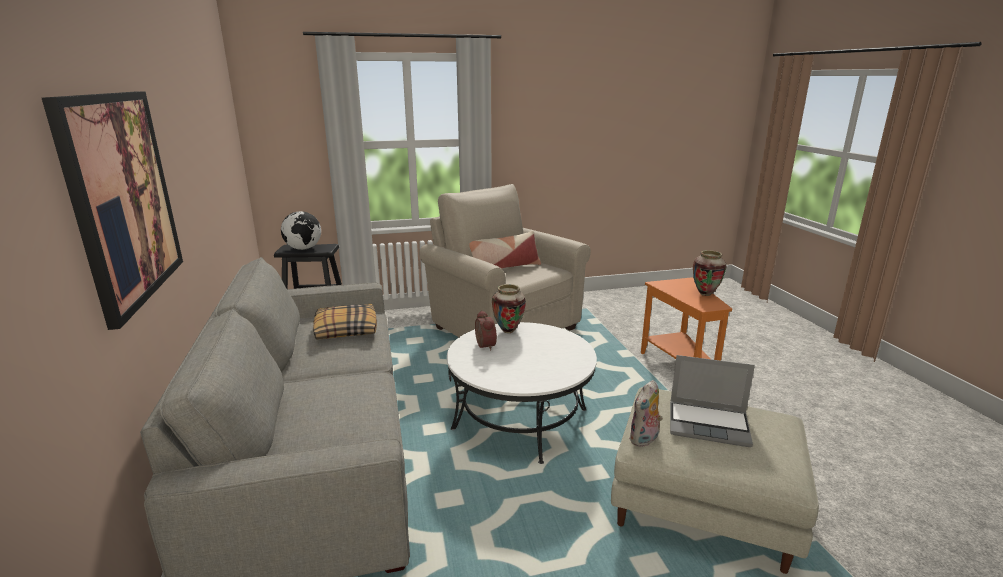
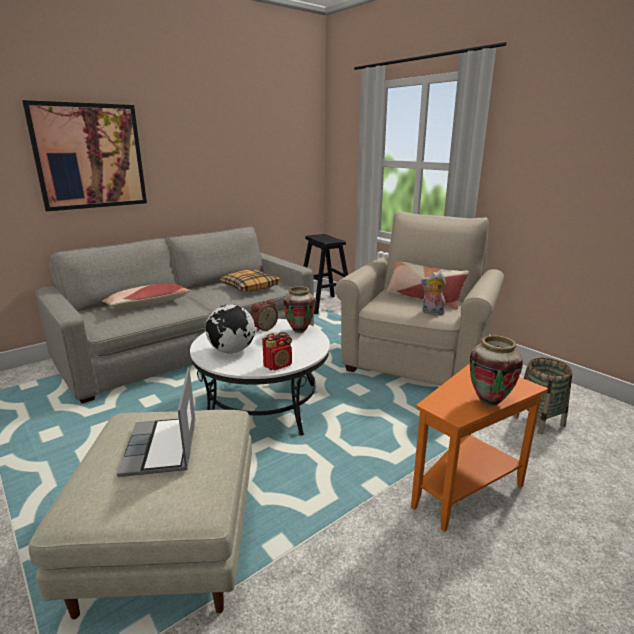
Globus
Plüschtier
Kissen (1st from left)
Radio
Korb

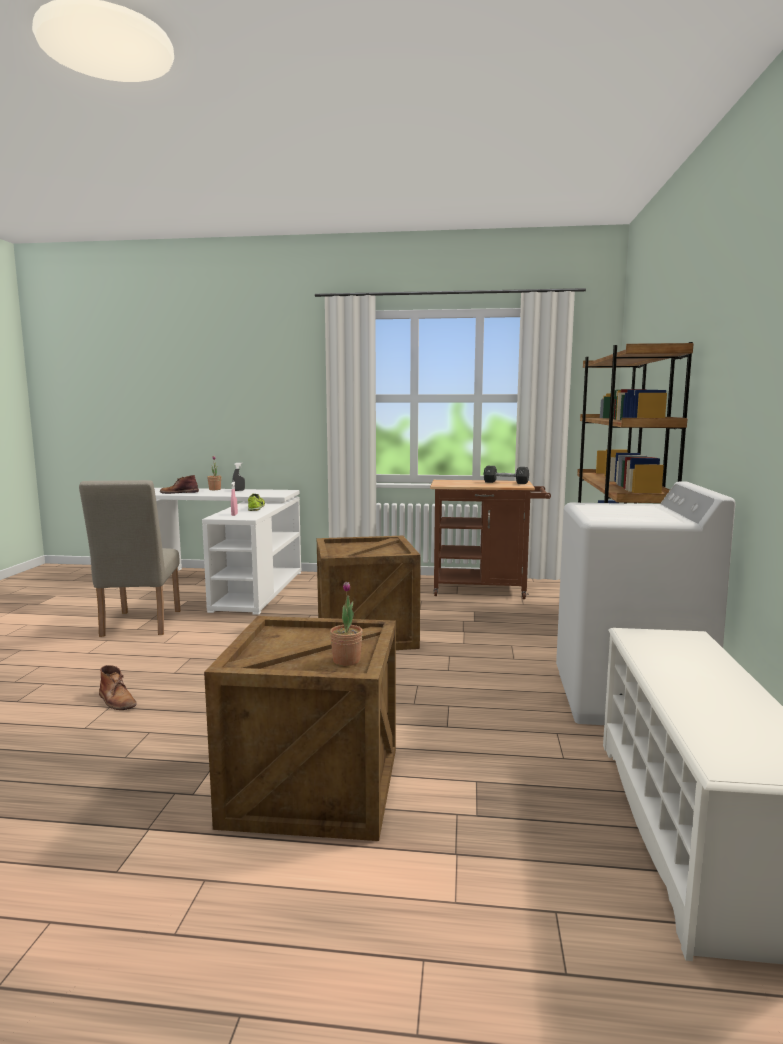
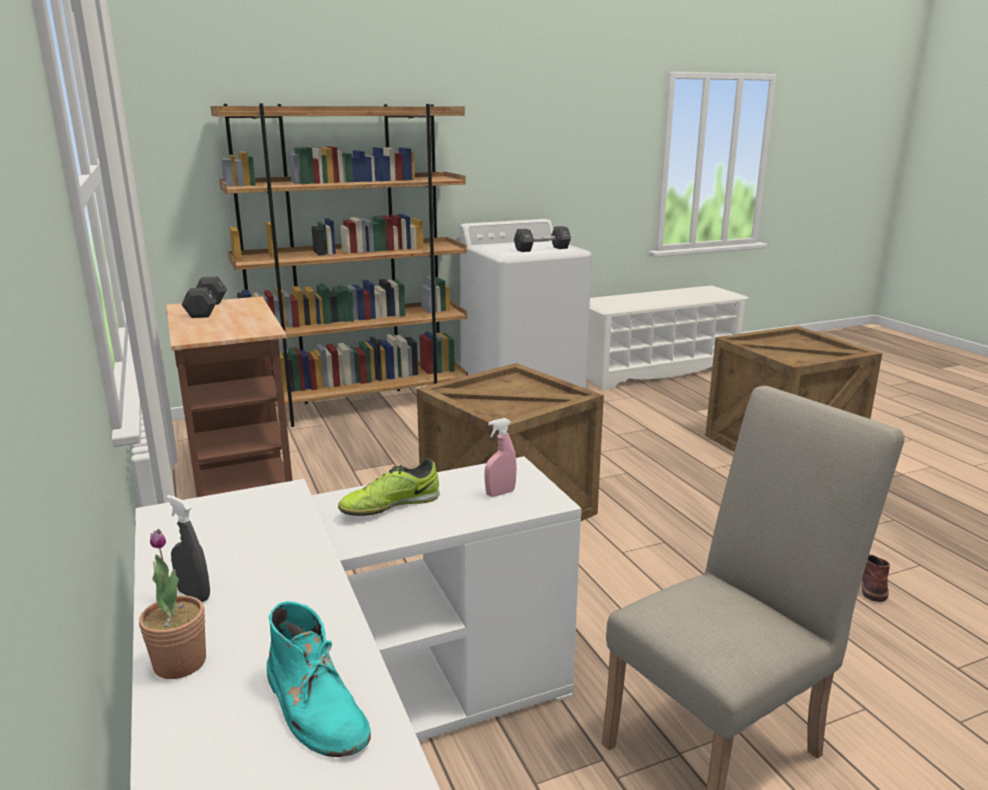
Stiefel/türkis
Topfpflanze (2nd from left in the first image)
Hantel/schwarz (2nd from left)

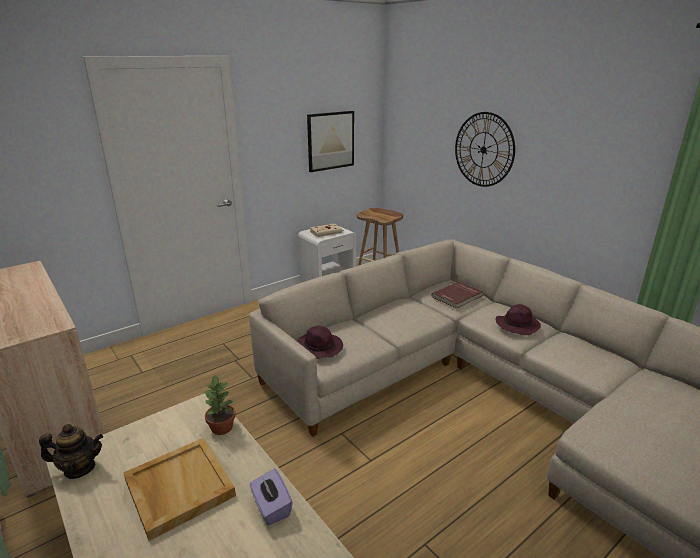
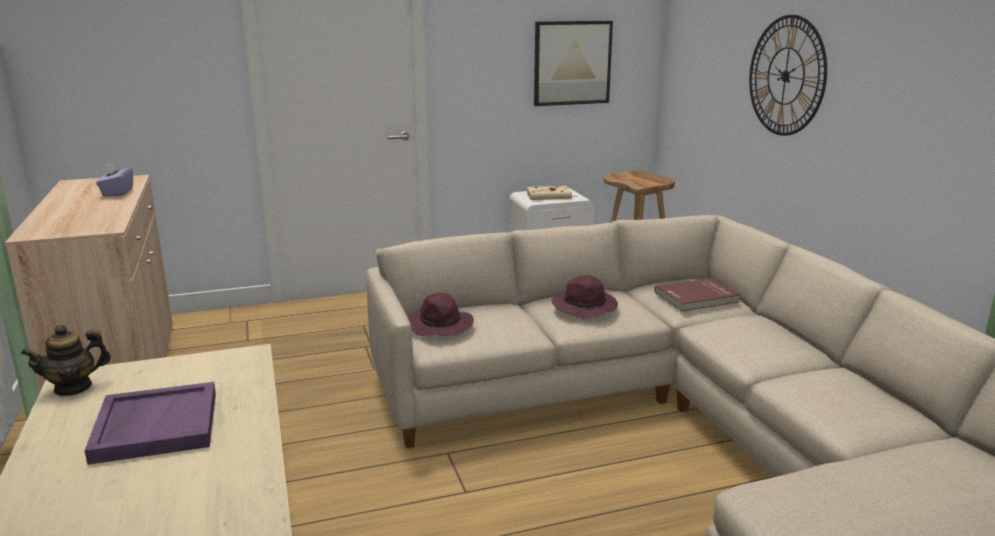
Teekanne
Tablett/lila
Topfpflanze
Taschentuchbox/lila
Hut/lila (2nd from left)

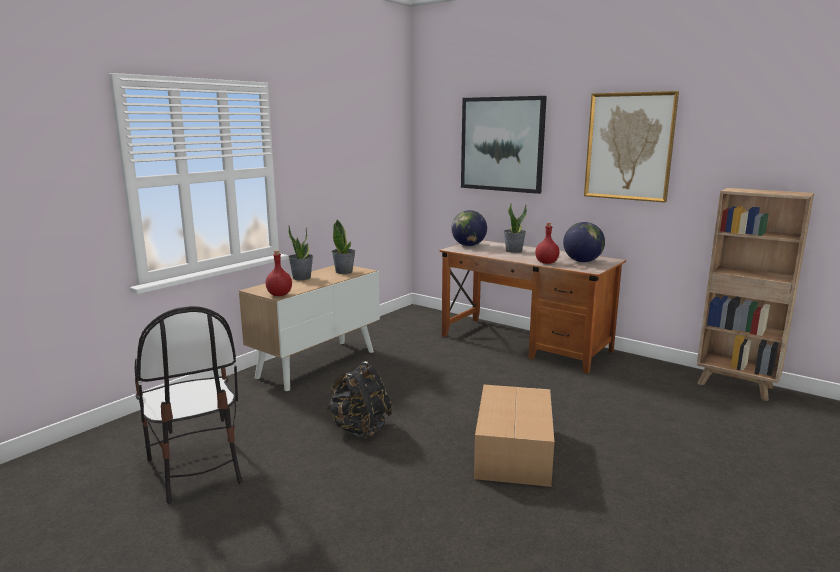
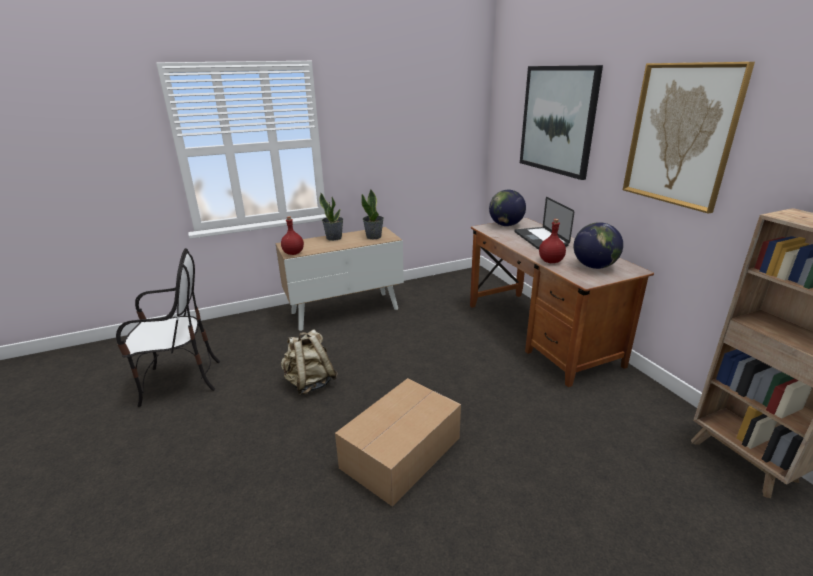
Stuhl
Rucksack/beige
Laptop

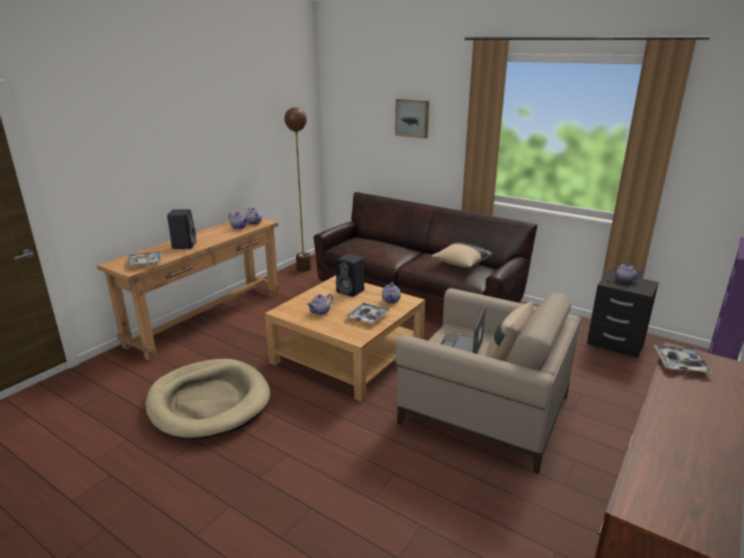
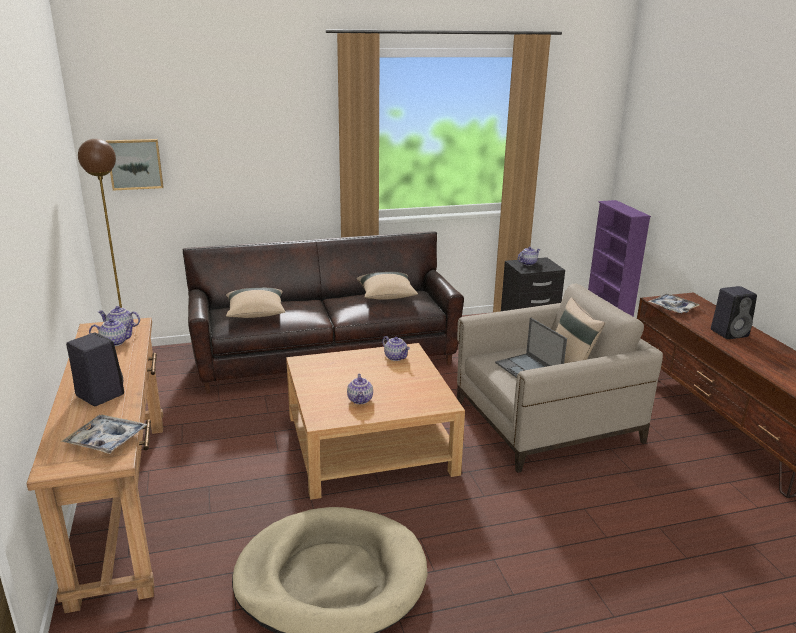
Lautsprecher/schwarz (2nd from left)
Tablett (2nd from left in the first image)
Bild
Kissen/beige (1st from left)

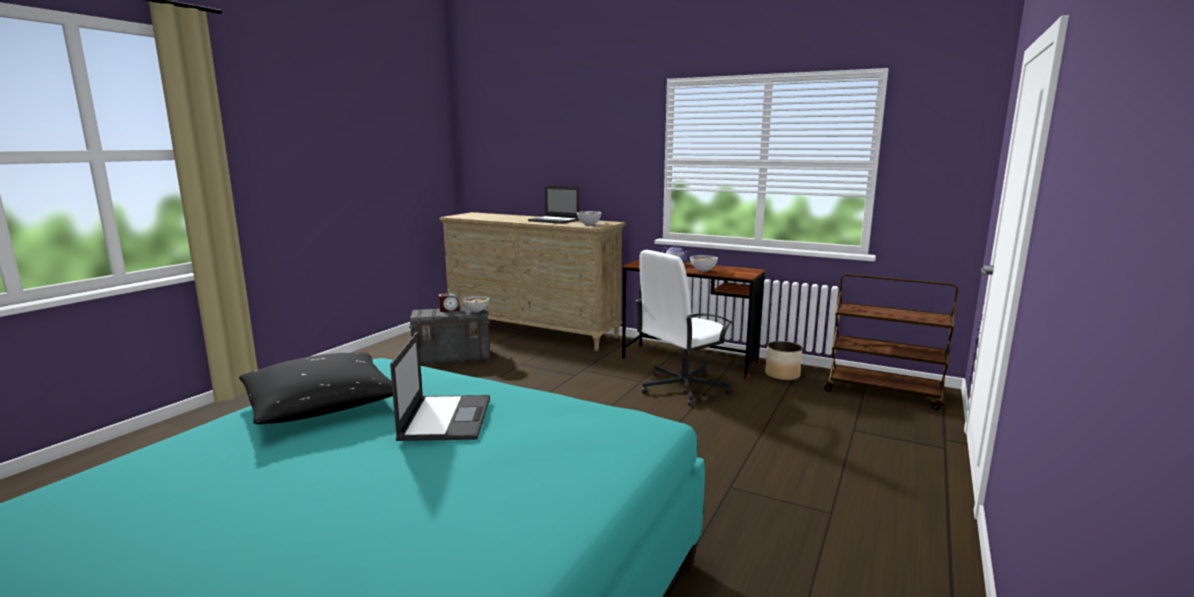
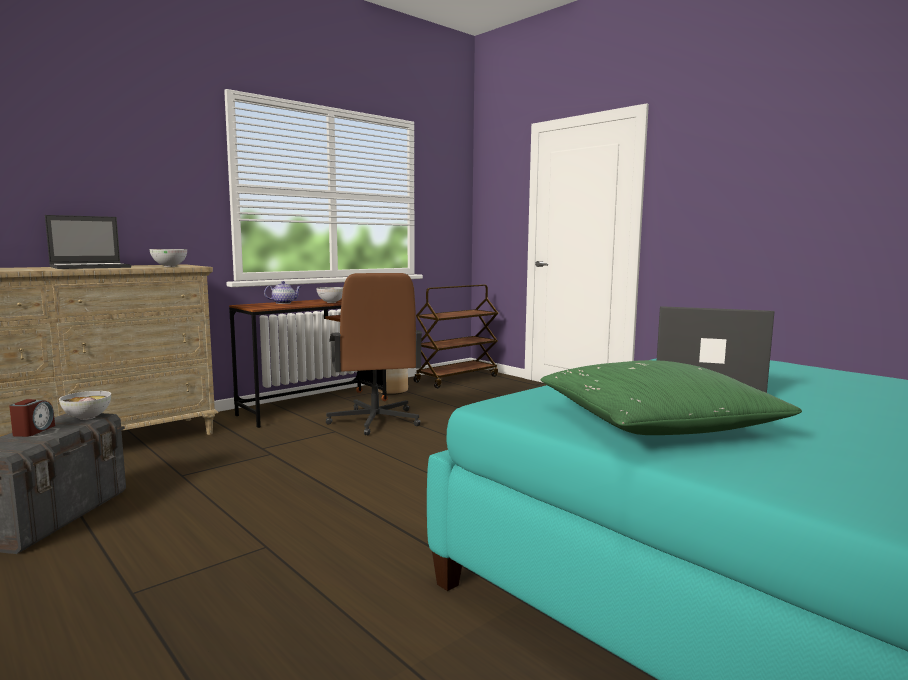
Kissen/grün
Bürostuhl/braun

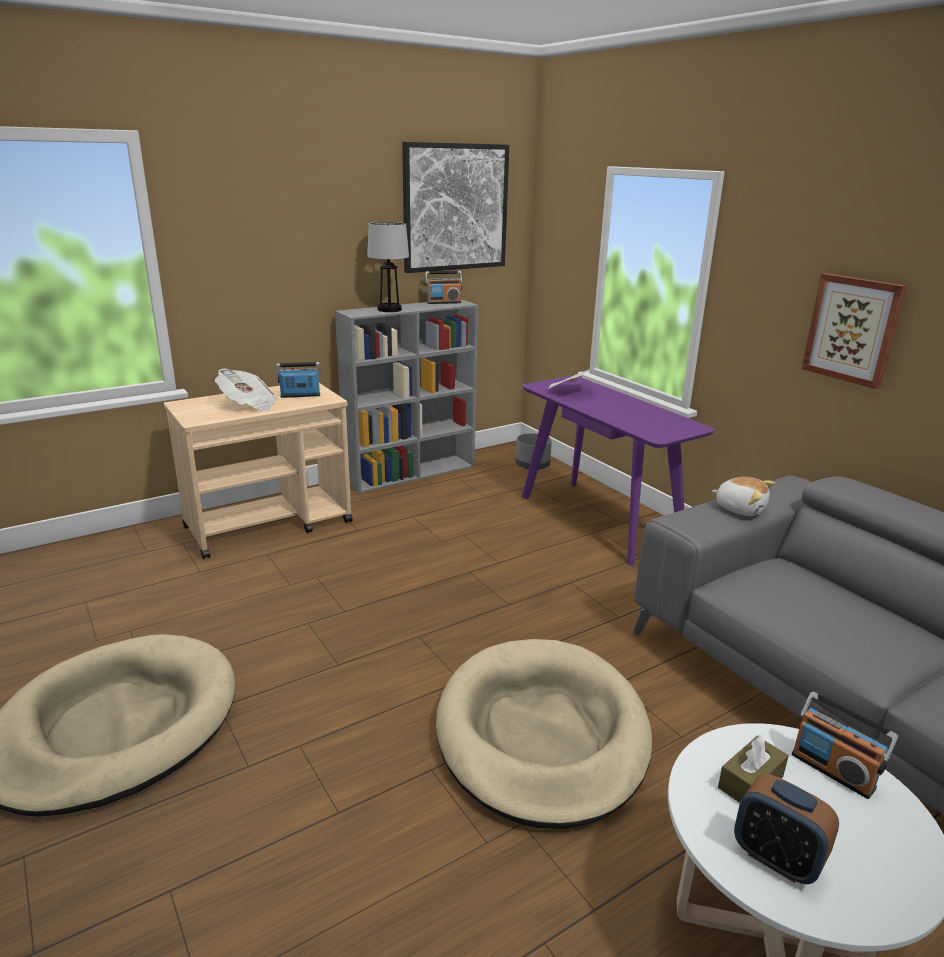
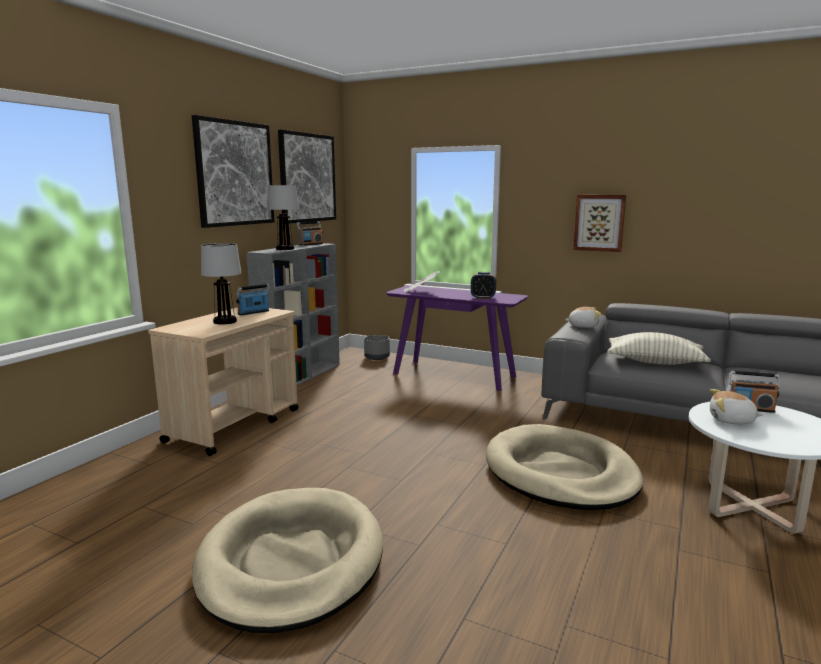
Tischlampe (1st from left)
Plüschtier (2nd from left)
Wecker
Bild (1st from left)
Kissen

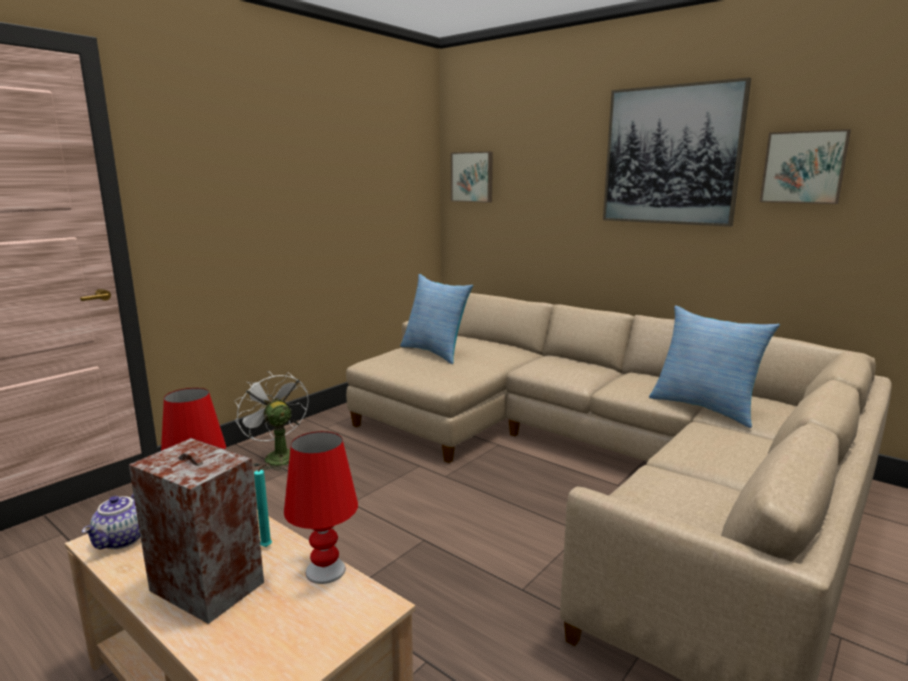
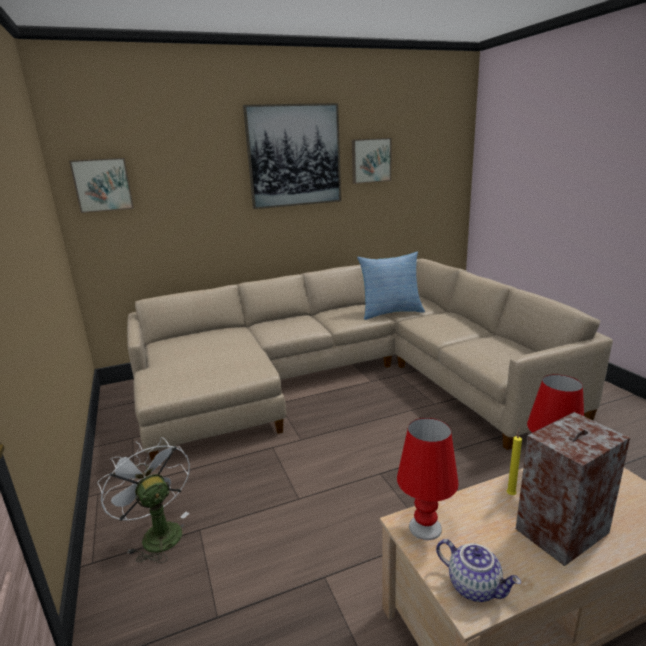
Ventilator/weiß
Kerze/gelb
Kissen (1st from left in the first image)

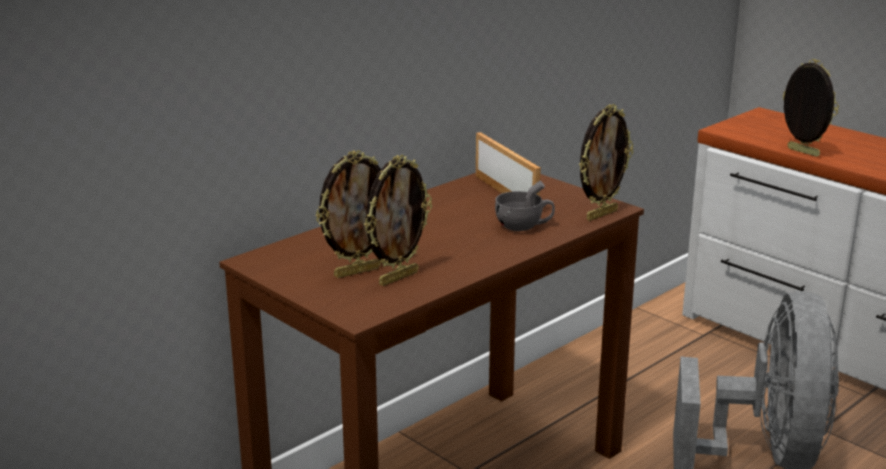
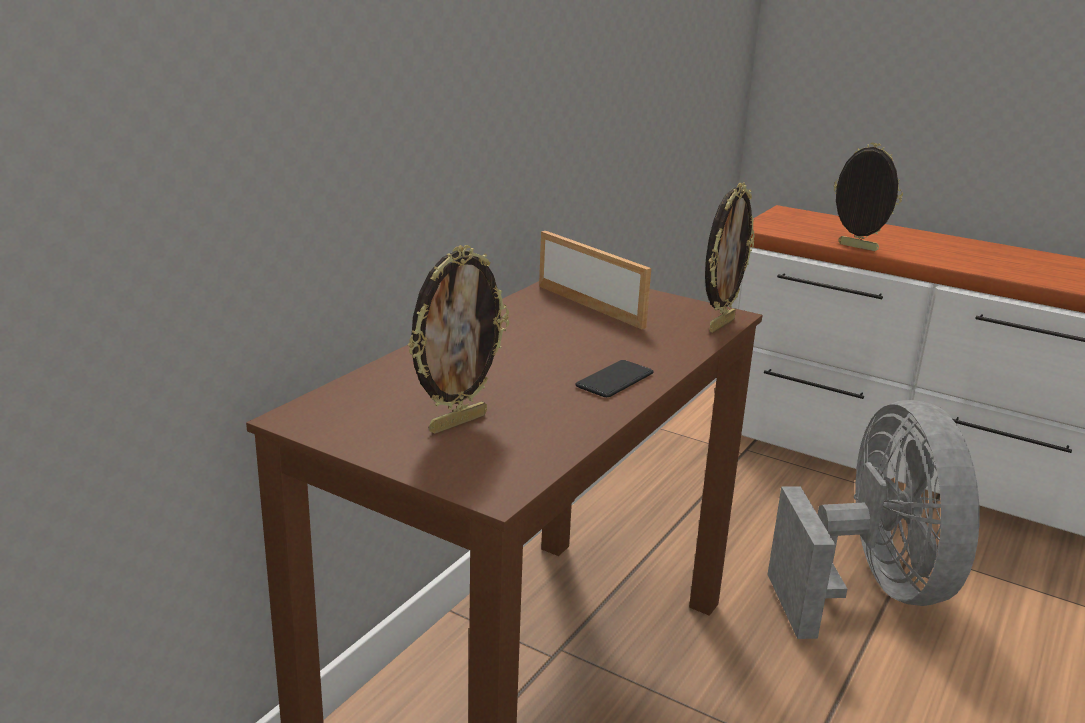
Bilderrahmen (2nd from left in the first image)
Tasse/grau
Handy

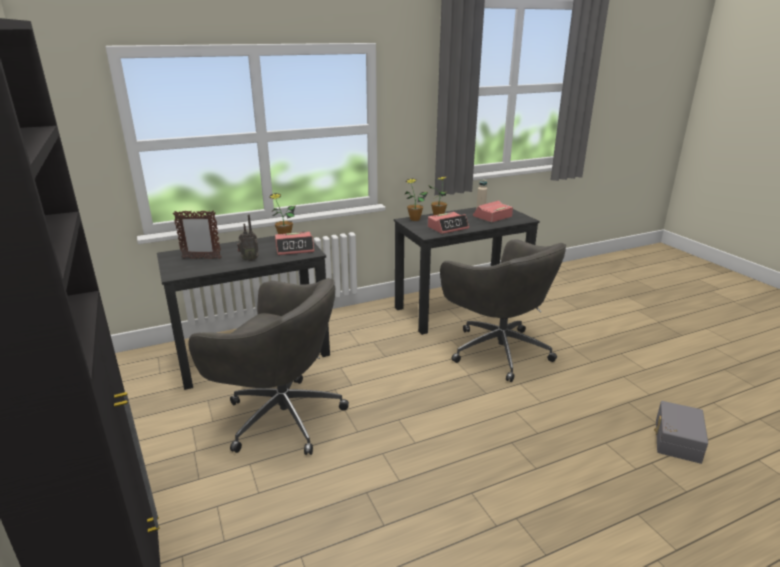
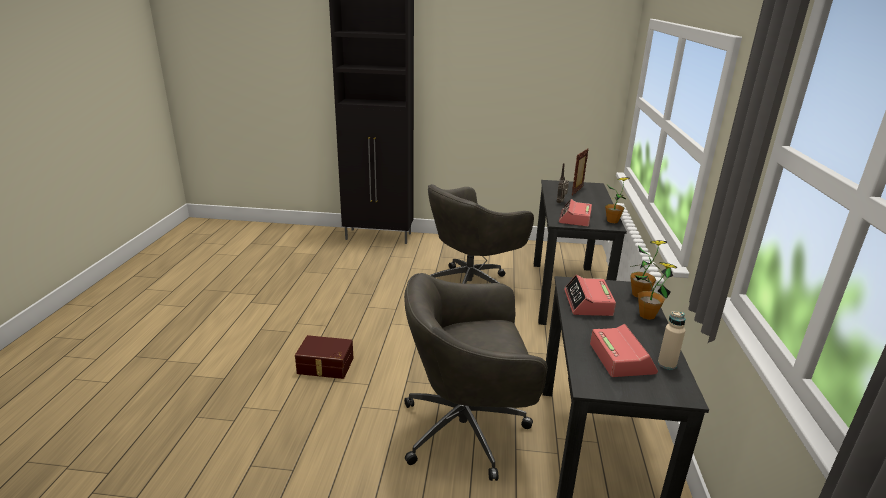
Aufbewahrungsbox/grau
Aufbewahrungsbox/braun

